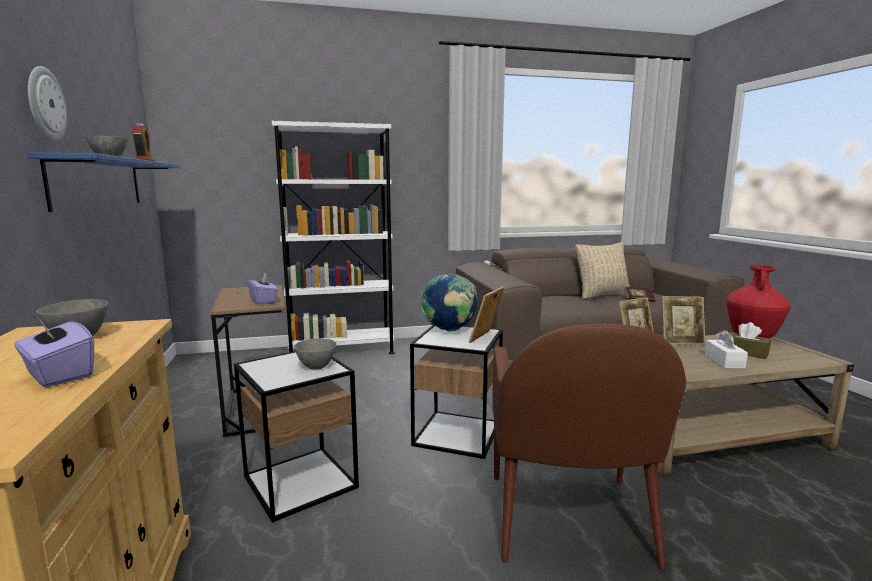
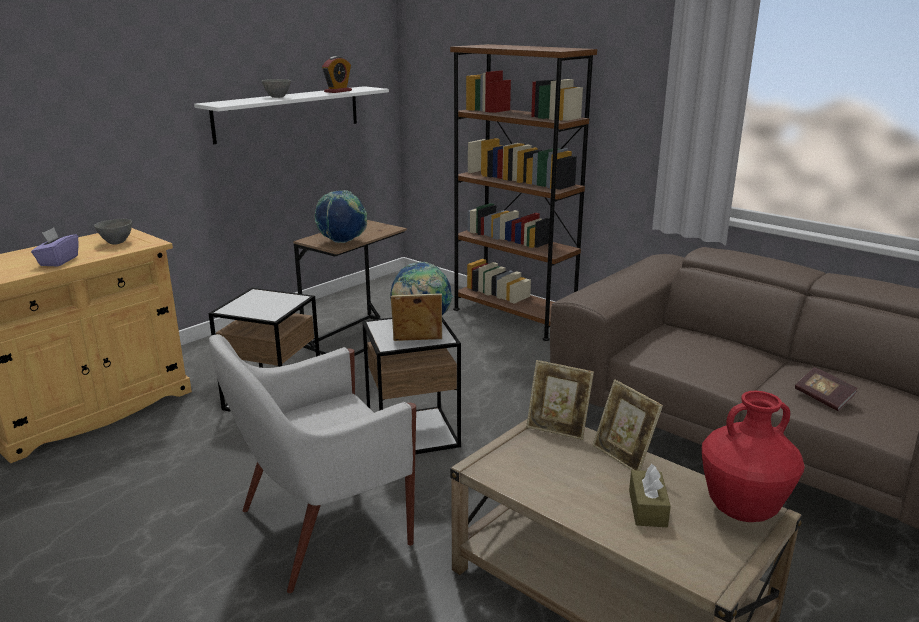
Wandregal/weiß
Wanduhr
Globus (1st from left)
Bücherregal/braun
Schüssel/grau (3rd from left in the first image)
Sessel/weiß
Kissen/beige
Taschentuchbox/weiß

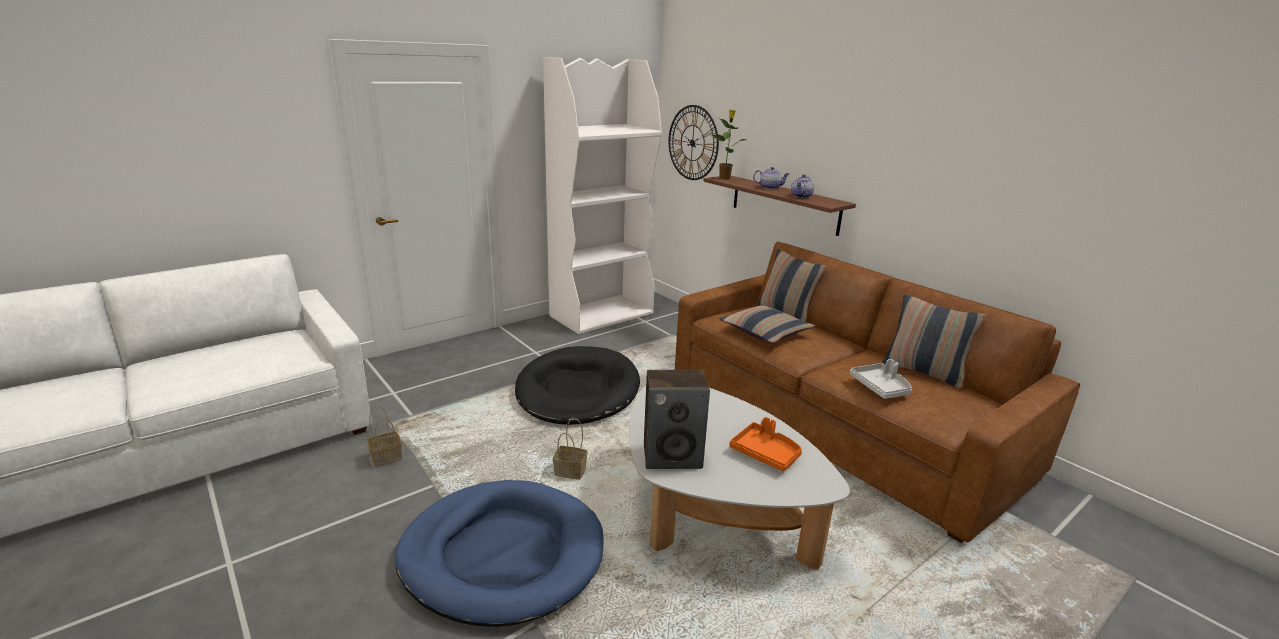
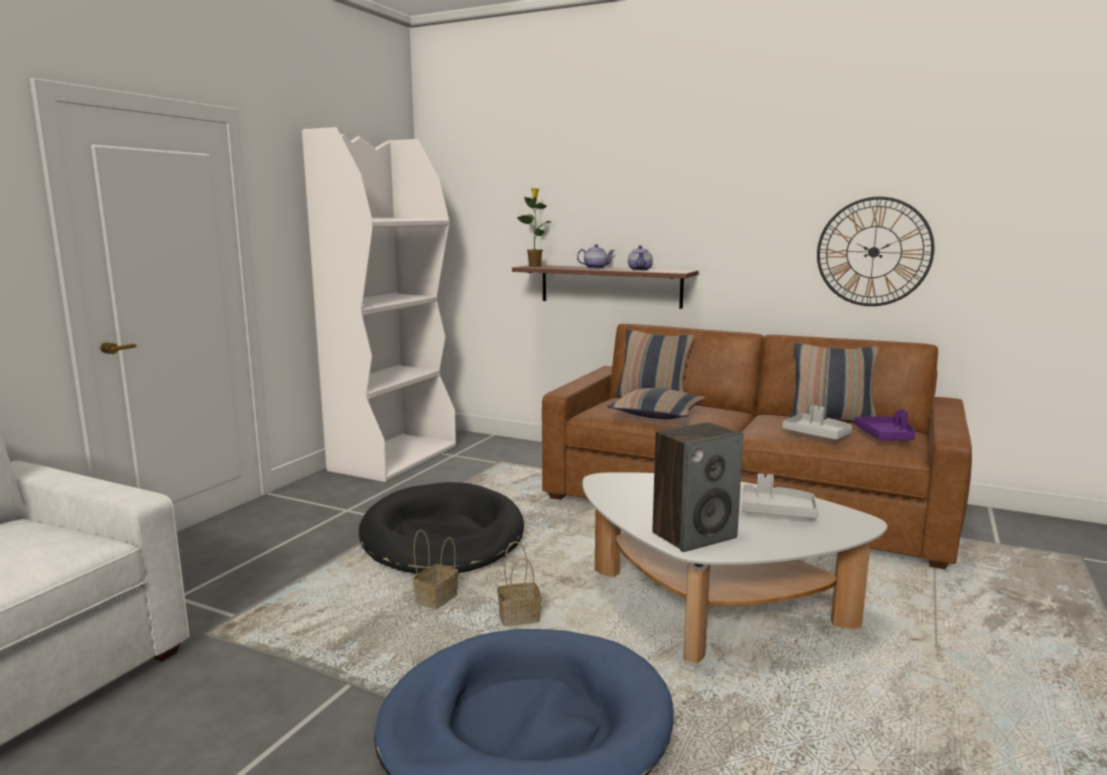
Korb (1st from left)
Wanduhr
Tablett/grau (1st from left)
Tablett/lila

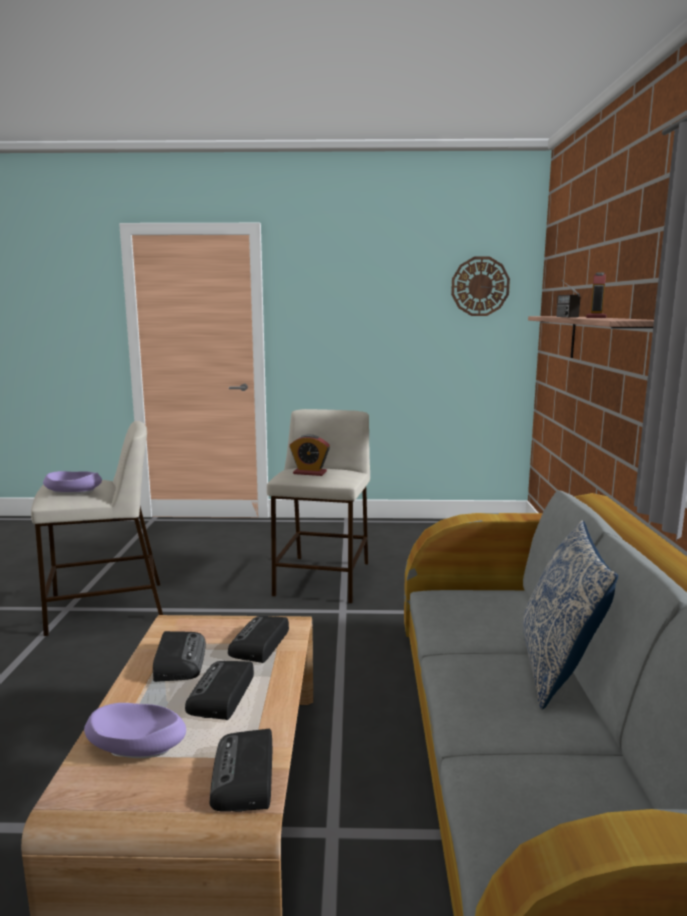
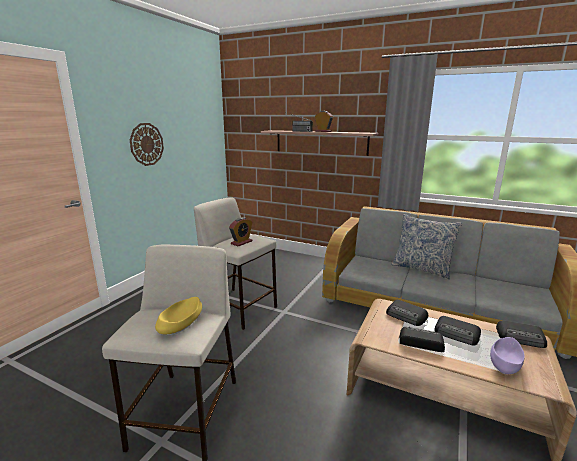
Schüssel/gelb
Wanduhr

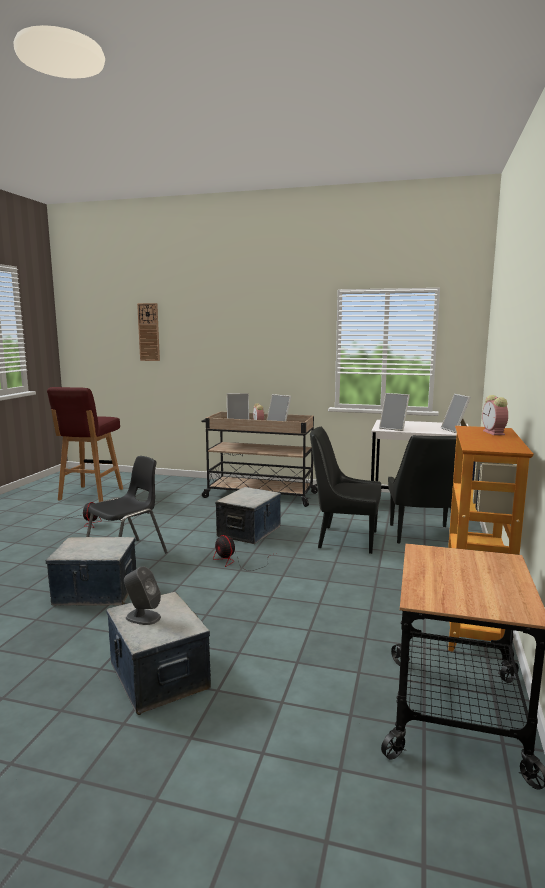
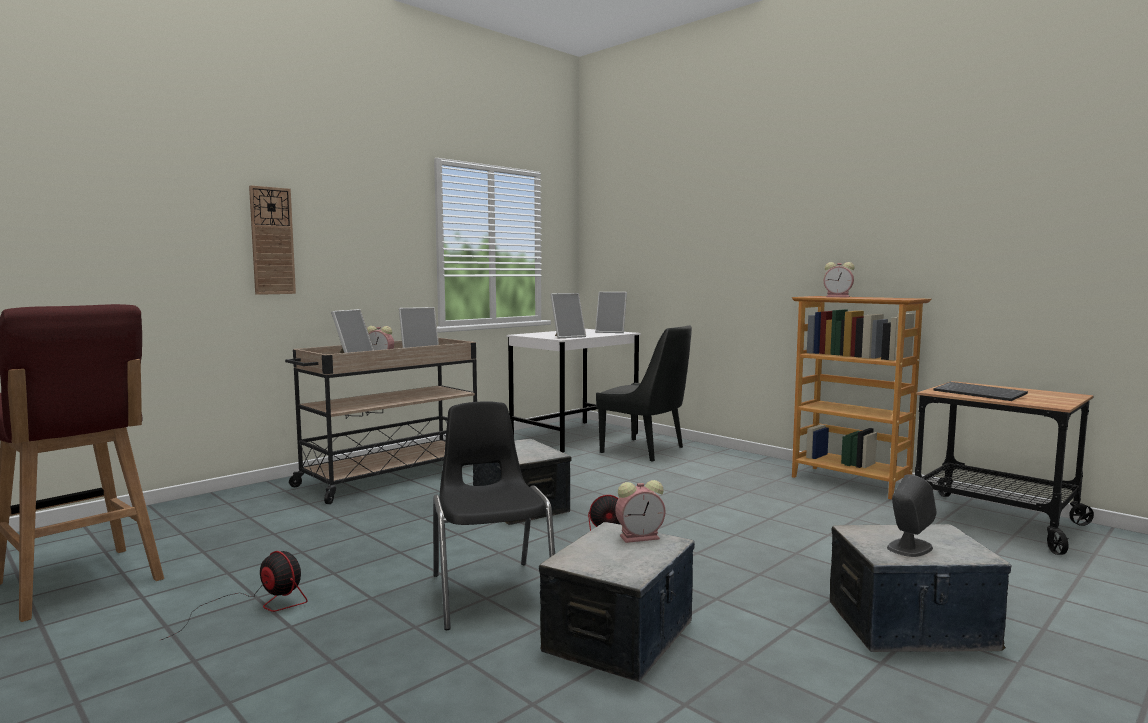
Wanduhr
Stuhl/schwarz (2nd from left in the first image)
Wecker (2nd from left)
Tastatur

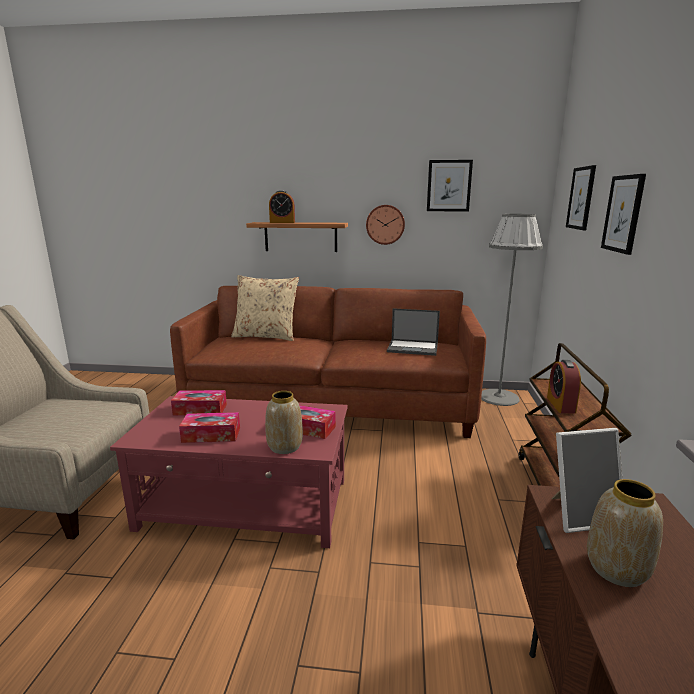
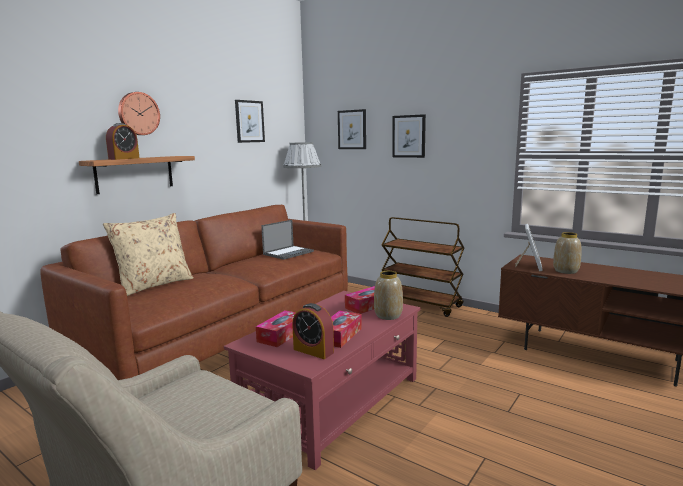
Wanduhr
Wecker (2nd from left)

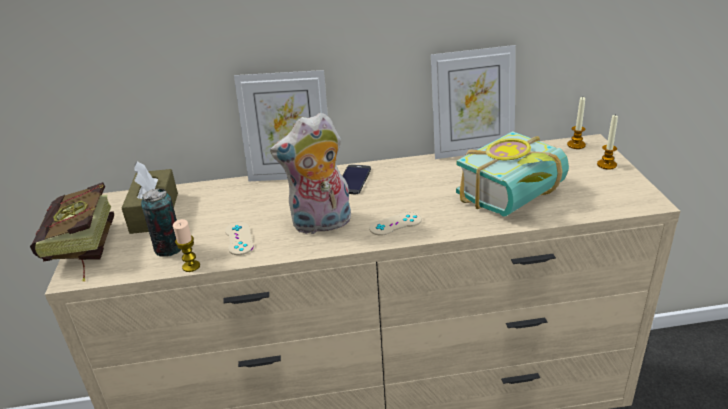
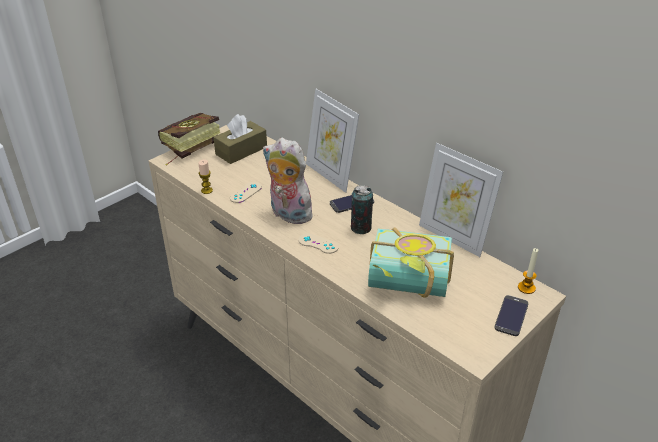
Dose
Handy (2nd from left)

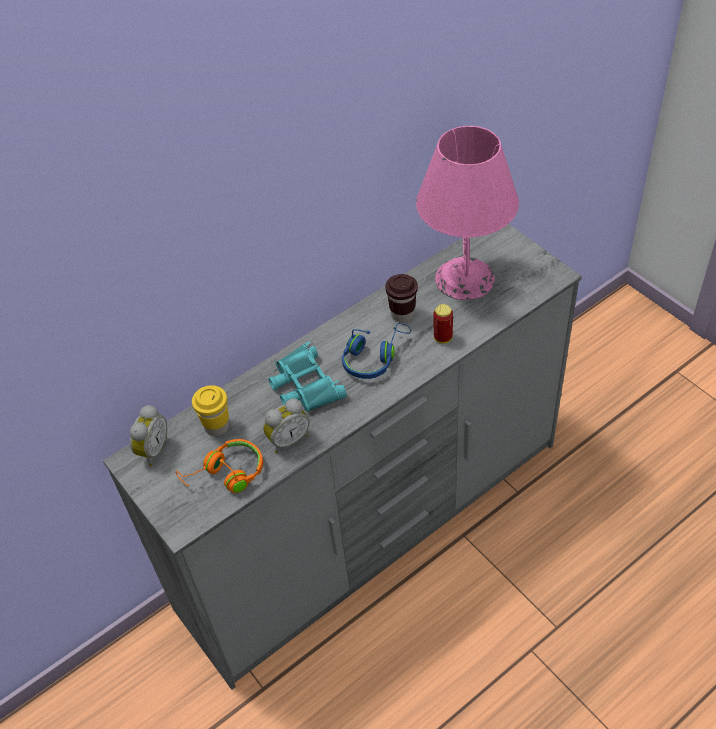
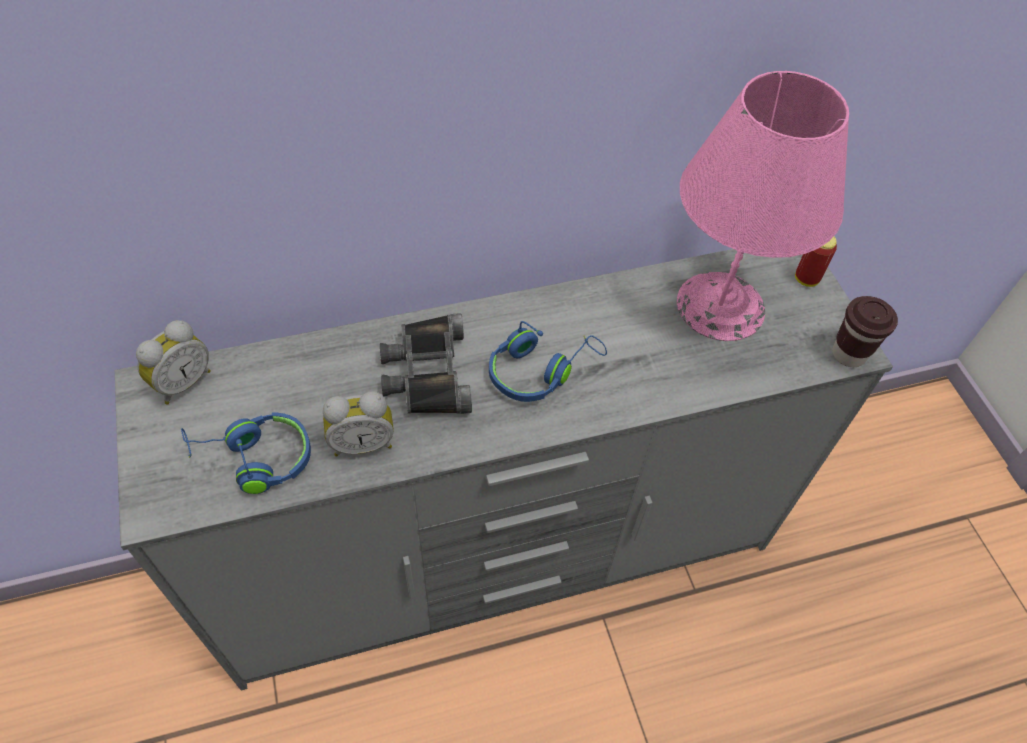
Kopfhörer/blau (1st from left)
Tasse/gelb
Fernglas/schwarz
Tasse/braun
Dose

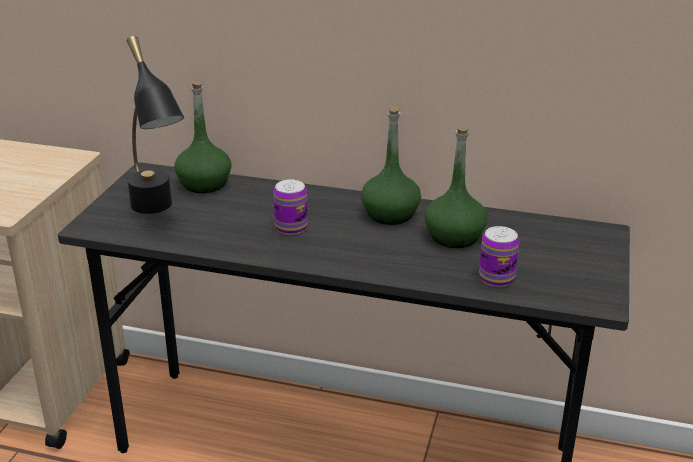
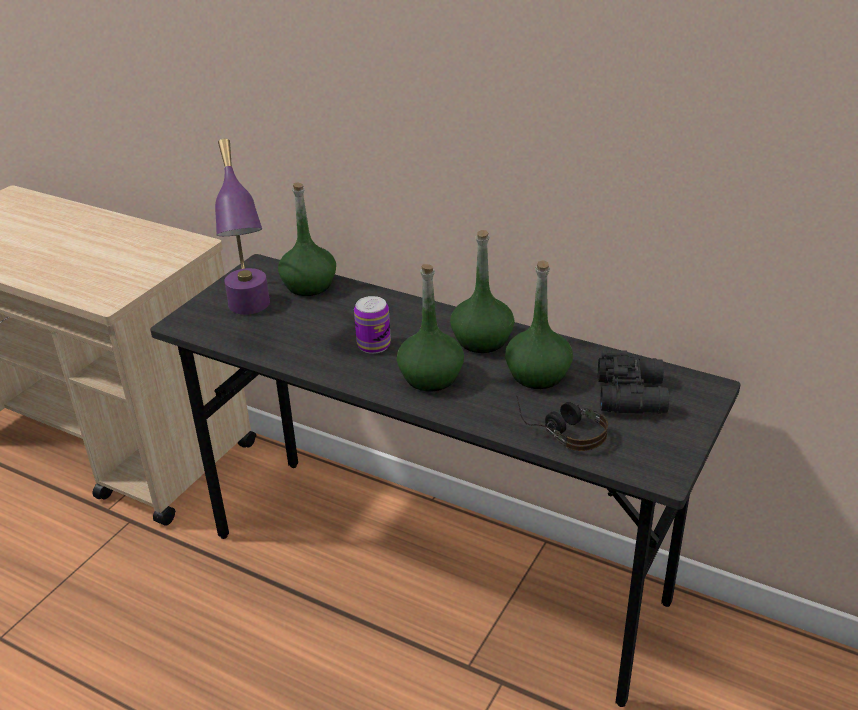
Tischlampe/lila
Kopfhörer
Flasche/grün (2nd from left)
Fernglas/schwarz

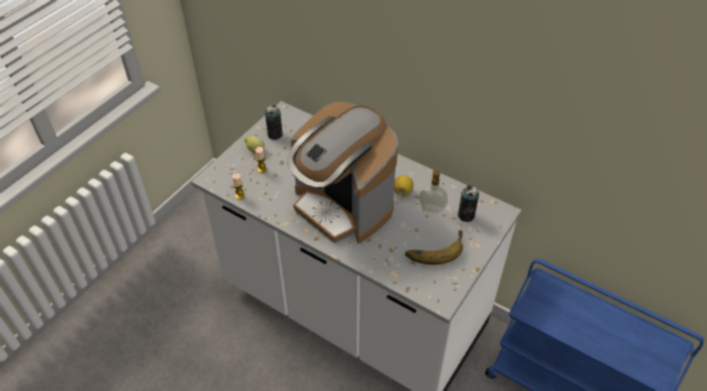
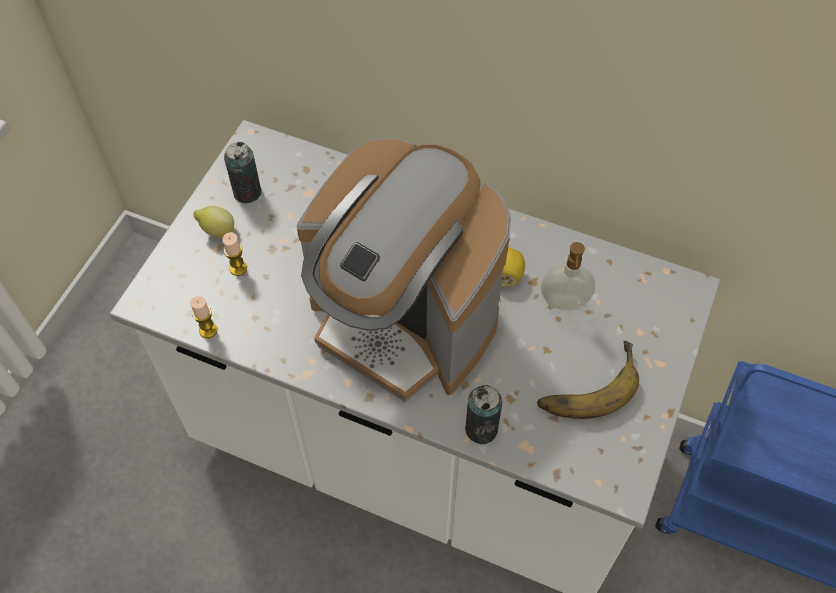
Dose (2nd from left)

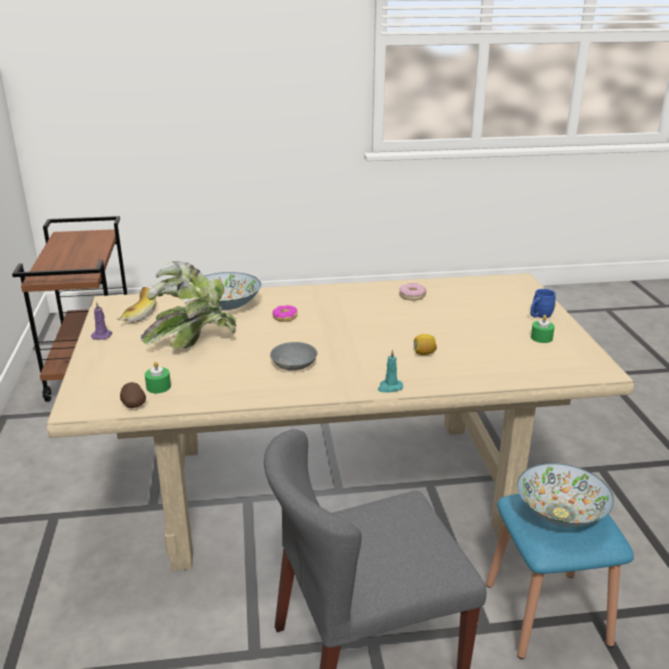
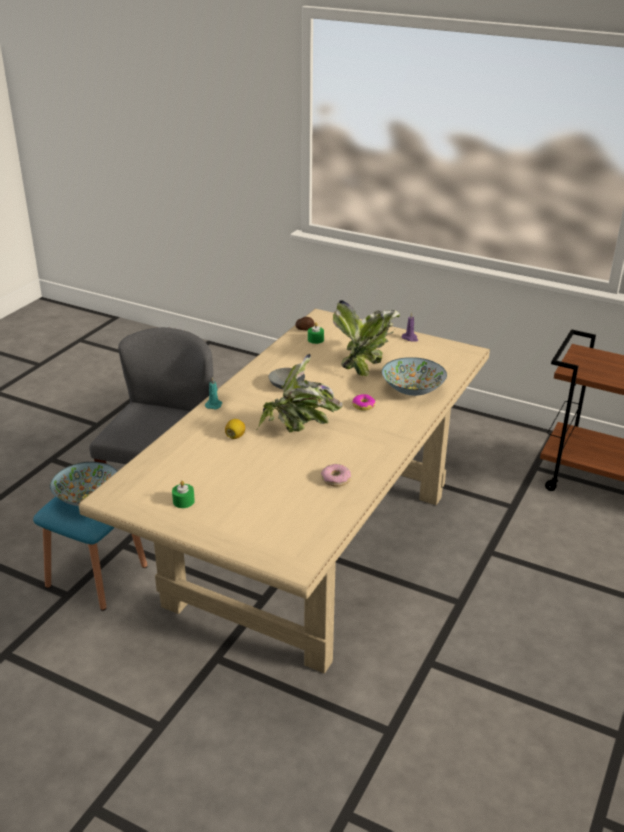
Banane
Henkelbecher/blau
Topfpflanze (1st from left)

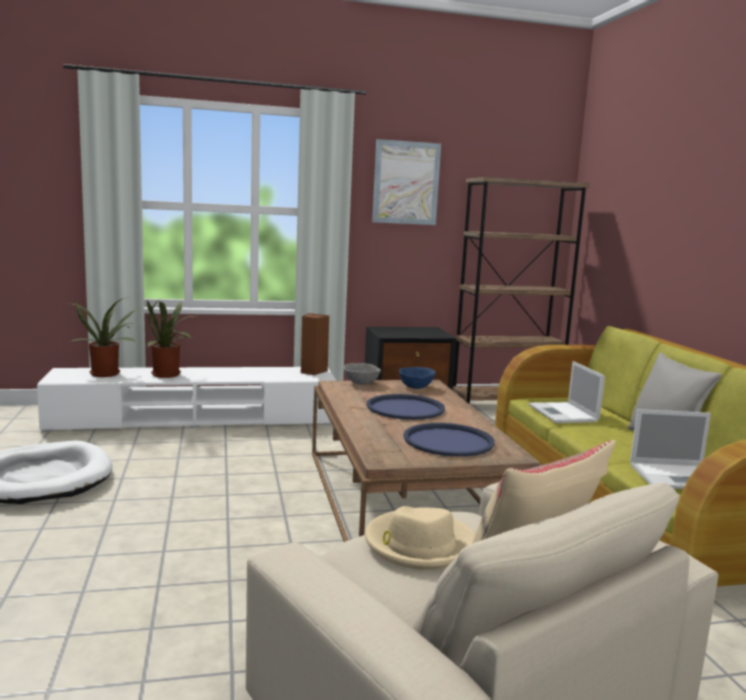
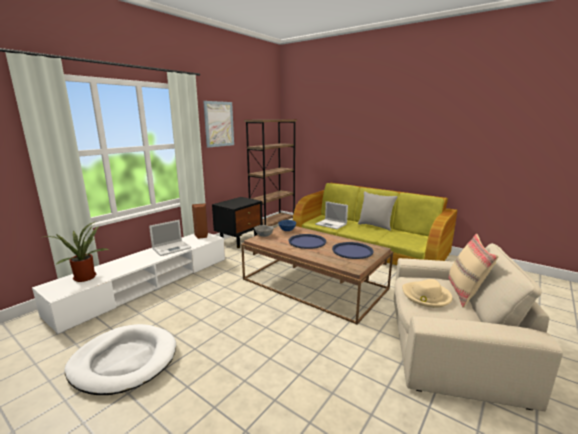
Topfpflanze (2nd from left in the first image)
Laptop (1st from left)

